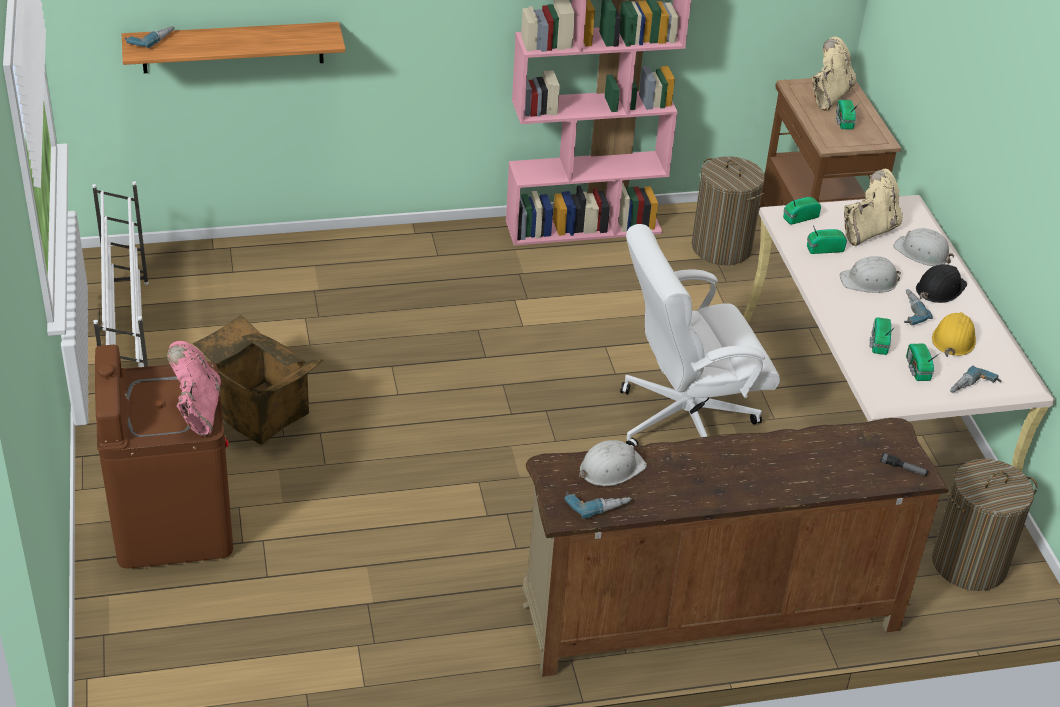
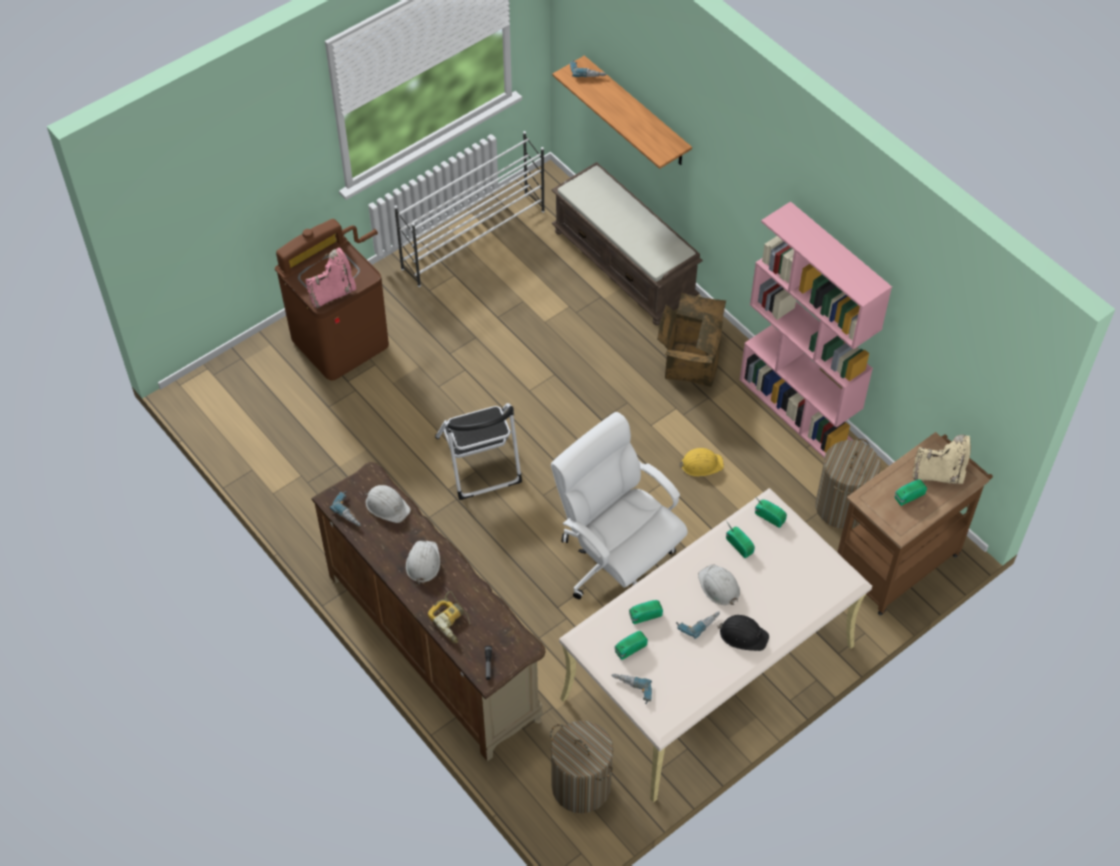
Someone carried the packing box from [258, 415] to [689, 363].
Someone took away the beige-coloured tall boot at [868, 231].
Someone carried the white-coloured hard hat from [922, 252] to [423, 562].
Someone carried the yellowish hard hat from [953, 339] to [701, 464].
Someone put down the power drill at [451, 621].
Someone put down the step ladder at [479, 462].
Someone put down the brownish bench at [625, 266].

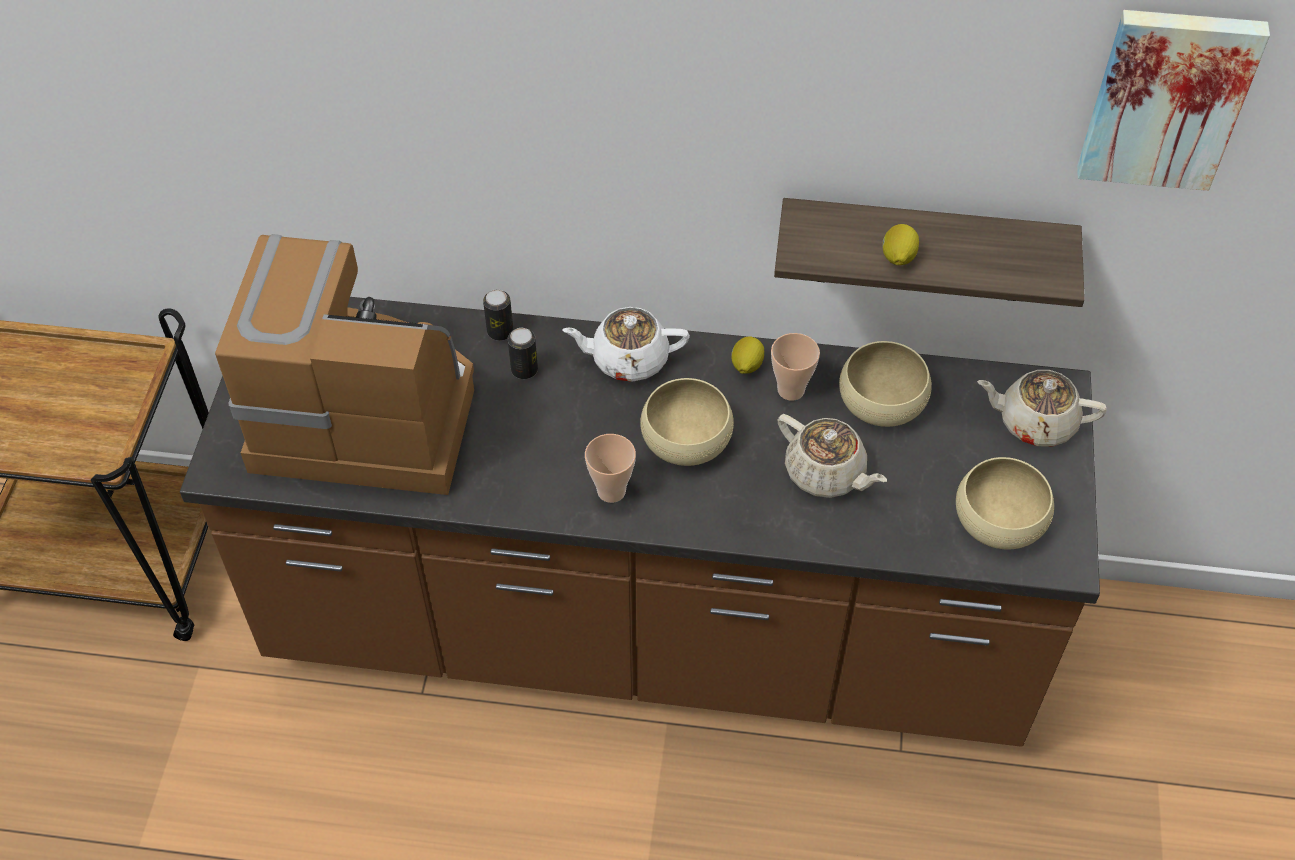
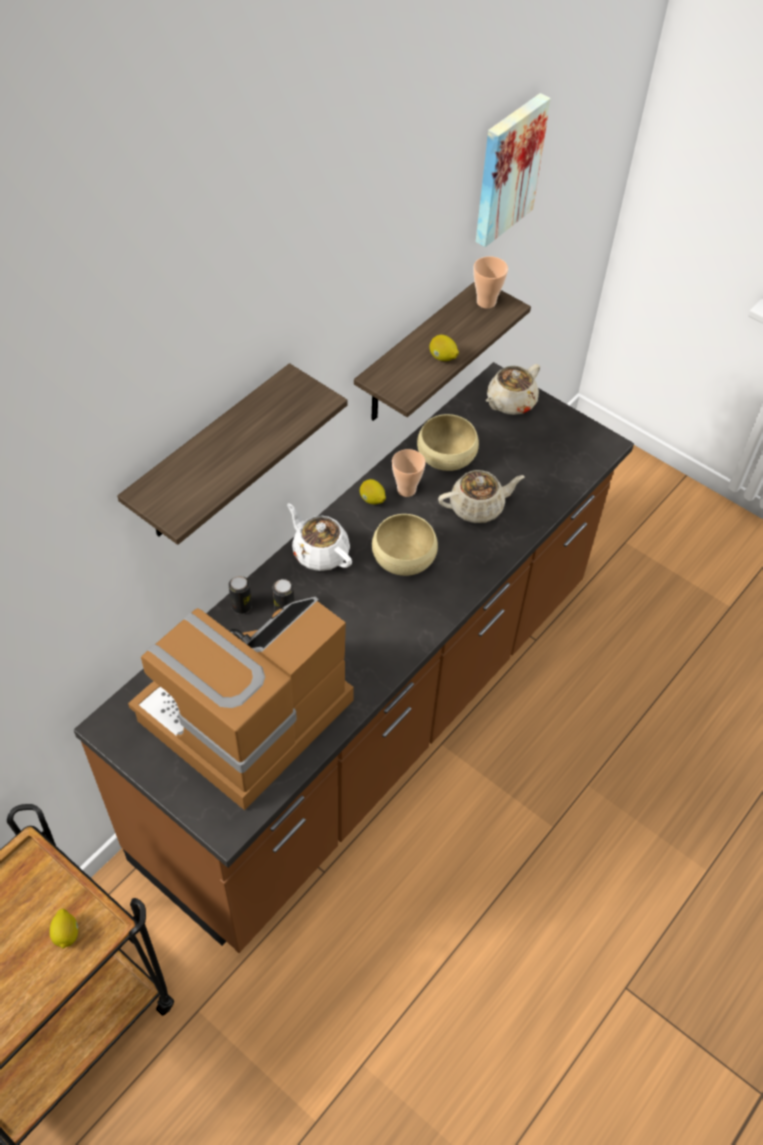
Someone rotated the white-coloured pot for tea at [628, 359] by 105 degrees clockwise.
Someone carried the drinking cup from [611, 491] to [486, 302].
Someone took away the beige-coloured deep dish at [999, 519].
Someone put down the citrus fruit at [66, 934].
Someone put up the shelf at [211, 457].

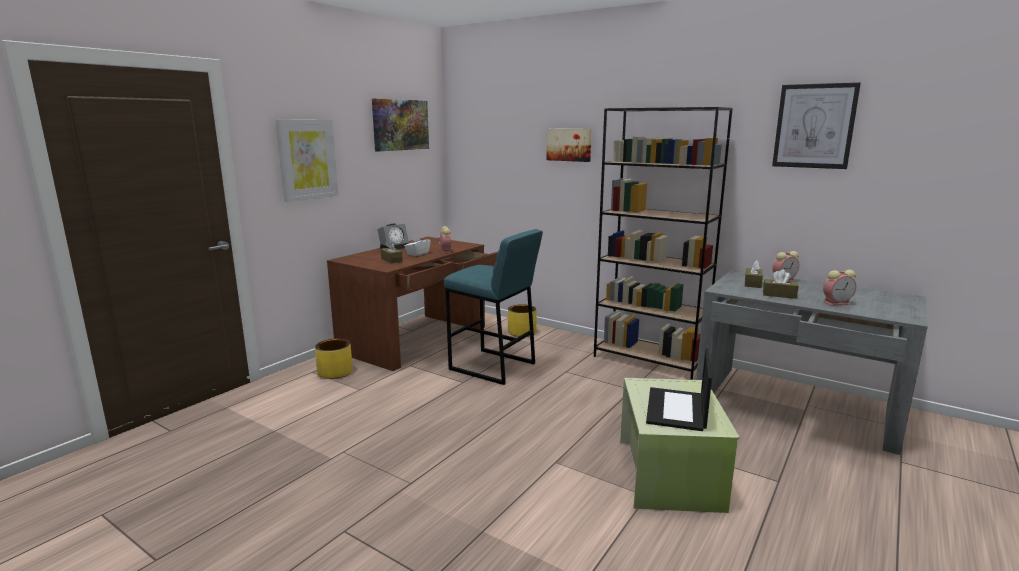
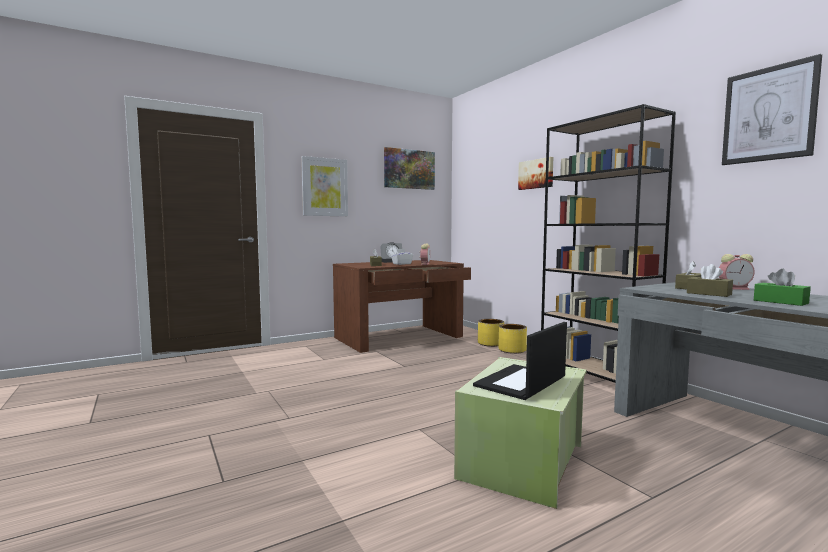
Someone carried the yellowish plant pot from [335, 372] to [512, 350].
Someone took away the turquoise stool seat at [494, 367].
Someone swapped the alarm clock at [837, 303] for the green-coloured tissue box at [780, 302].

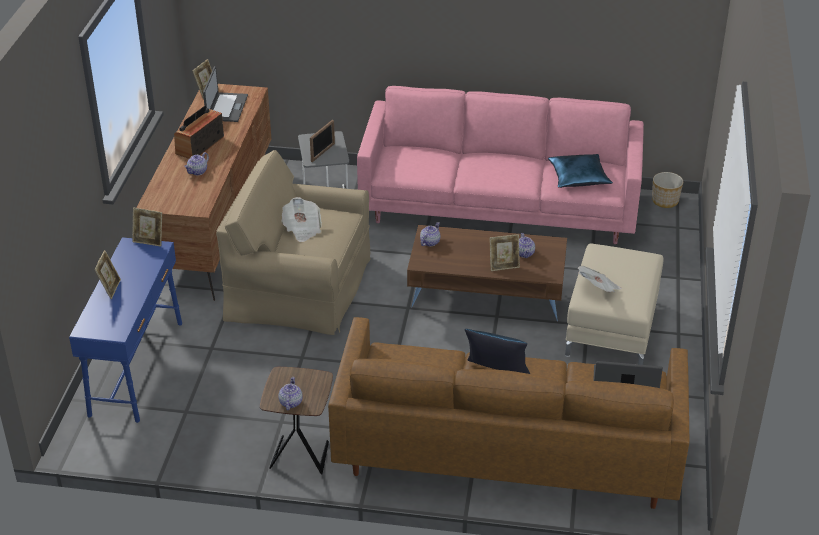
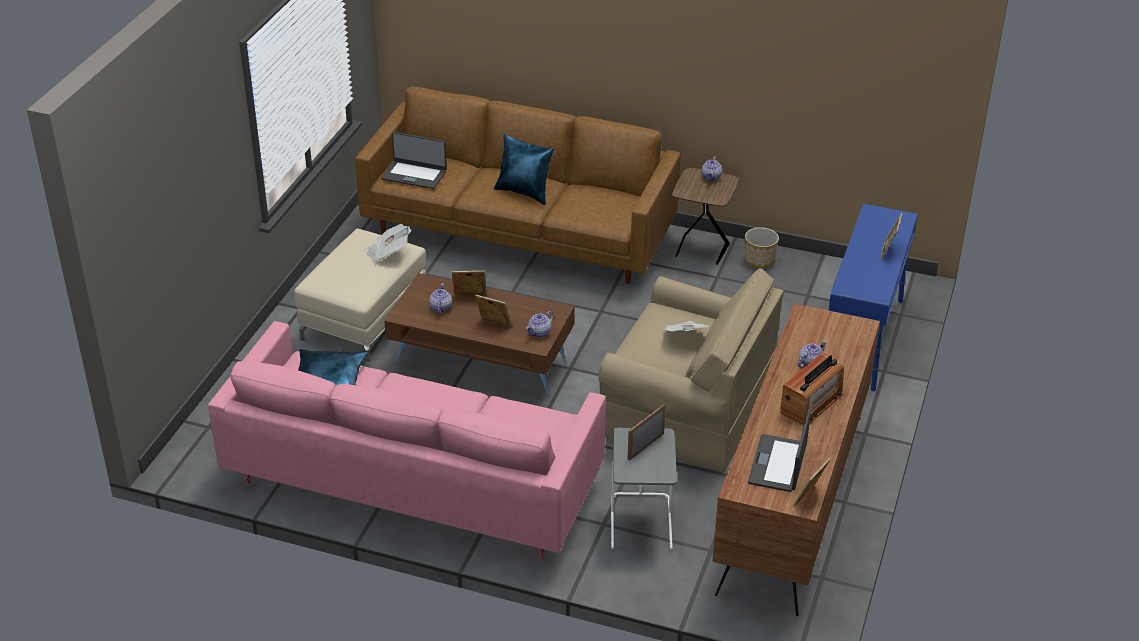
Someone carried the photo frame from [149, 241] to [493, 325].
Someone carried the plant pot from [665, 201] to [759, 260].

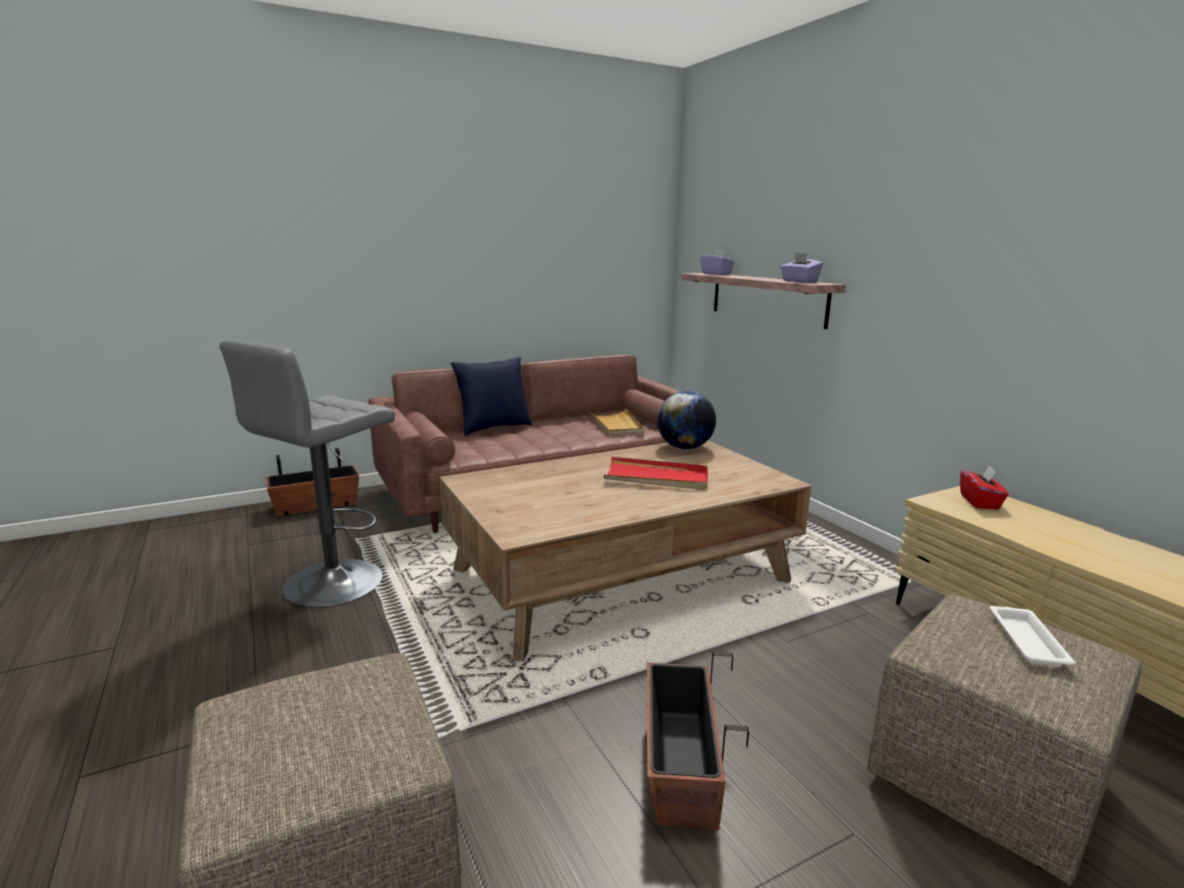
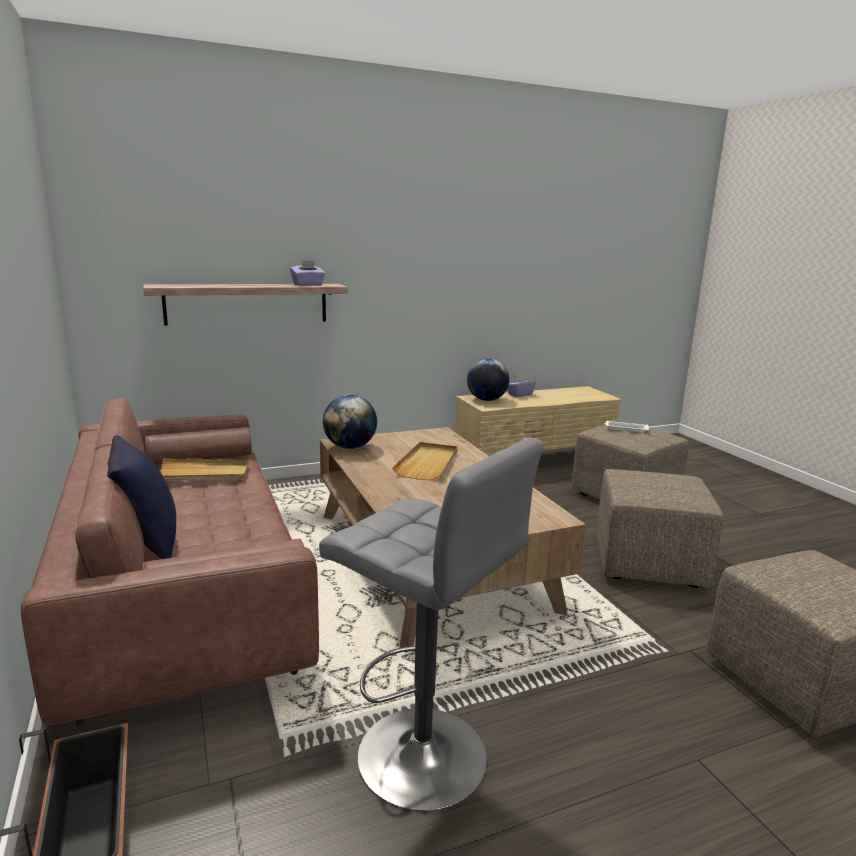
Someone repainted the reddish tray at [657, 478], which became the beige-coloured tray at [428, 464].
Someone swapped the plant pot at [680, 766] for the beige-coloured pouffe at [649, 563].
Someone carried the purplish tissue box from [716, 274] to [520, 394].
Someone swapped the reddish tissue box at [980, 502] for the globe at [486, 400].

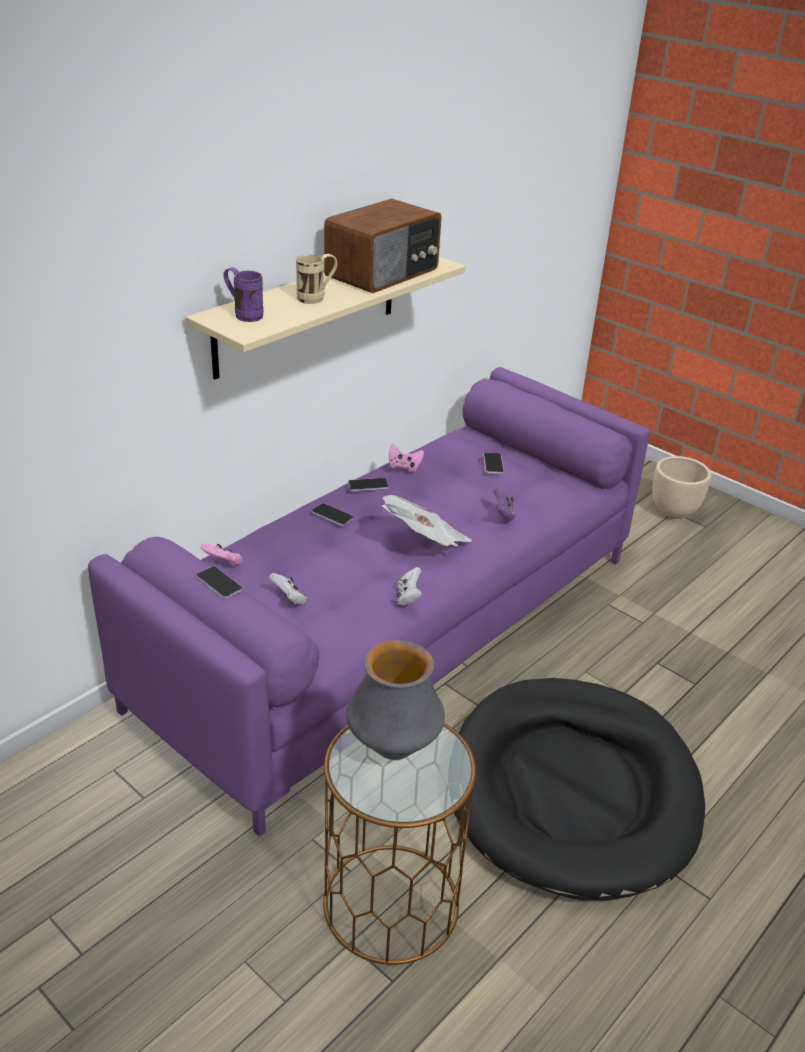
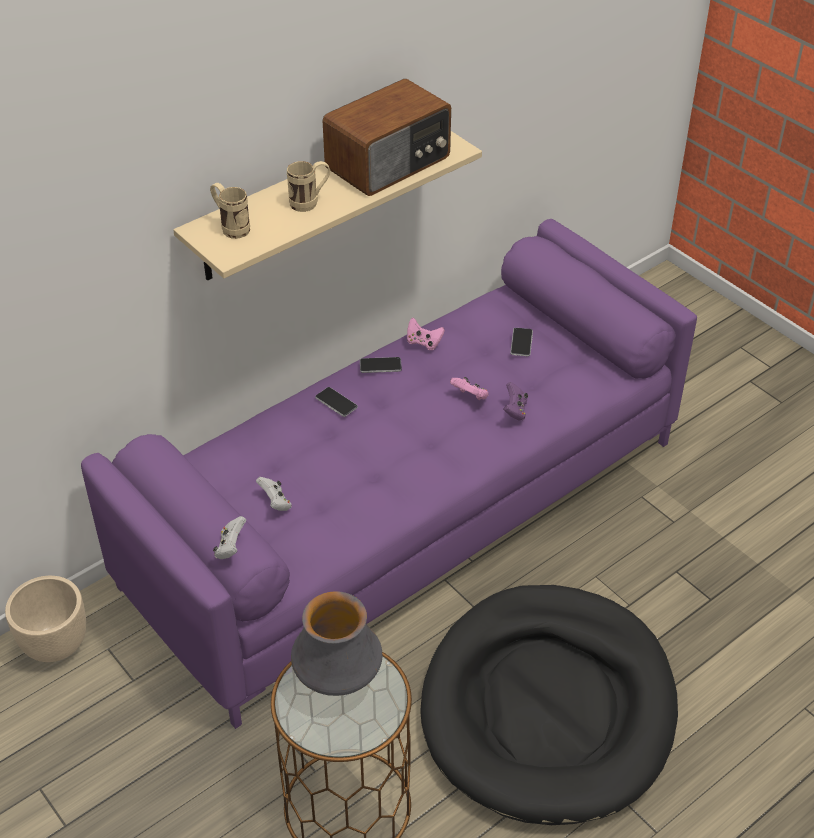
Someone took away the phone at [219, 583].
Someone carried the pink joypad from [224, 563] to [470, 396].
Someone repainted the purplish coffee mug at [244, 314], which became the beige-coloured coffee mug at [231, 227].
Someone took away the printed paper at [425, 542].
Someone carried the white-coloured joypad from [408, 597] to [230, 548].
Someone carried the beige-coloured plant pot from [673, 511] to [56, 645].

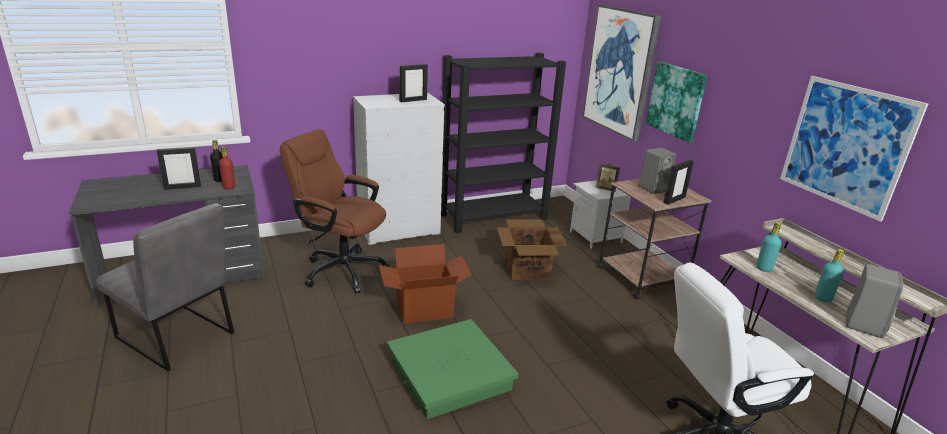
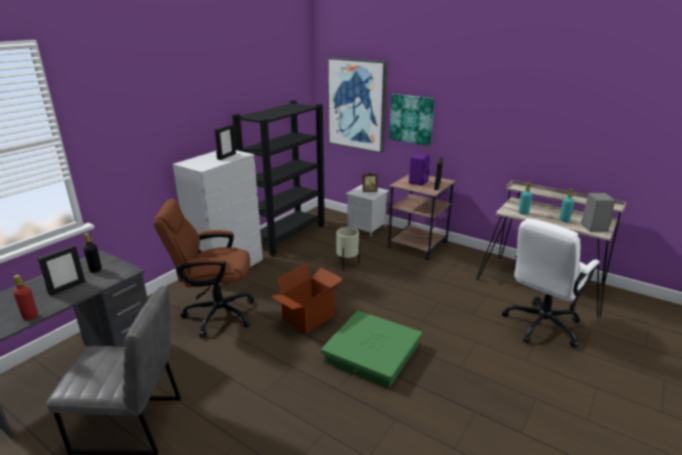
Someone carried the reddish drink bottle from [229, 187] to [30, 316].
Someone swapped the packing box at [527, 269] for the beige-coloured plant pot at [347, 265].
Someone repainted the greyish speaker at [654, 188], which became the purplish speaker at [418, 182].
Someone took away the wall art at [846, 145].

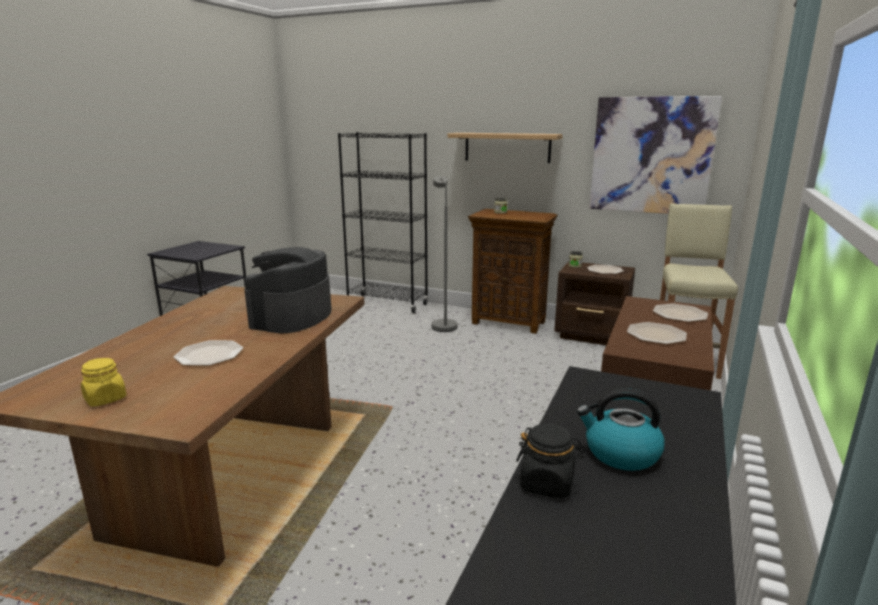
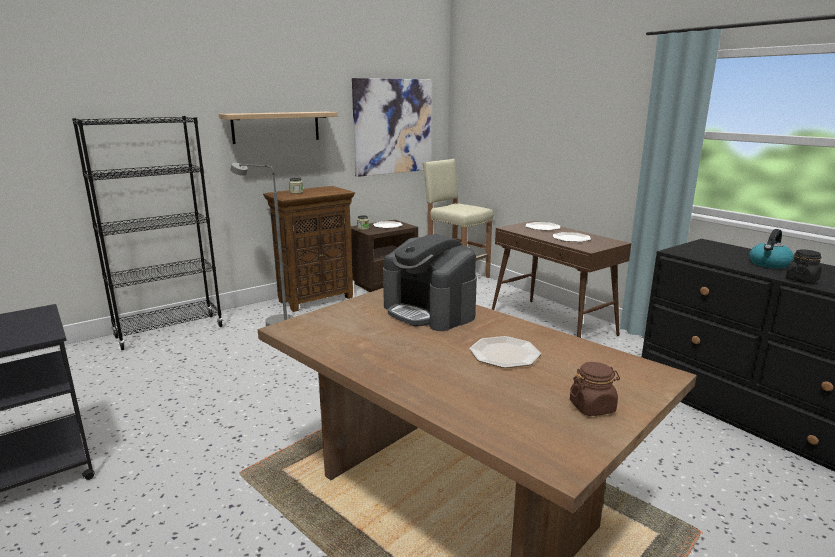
Someone repainted the yellowish jar at [105, 399], which became the brownish jar at [592, 407].

